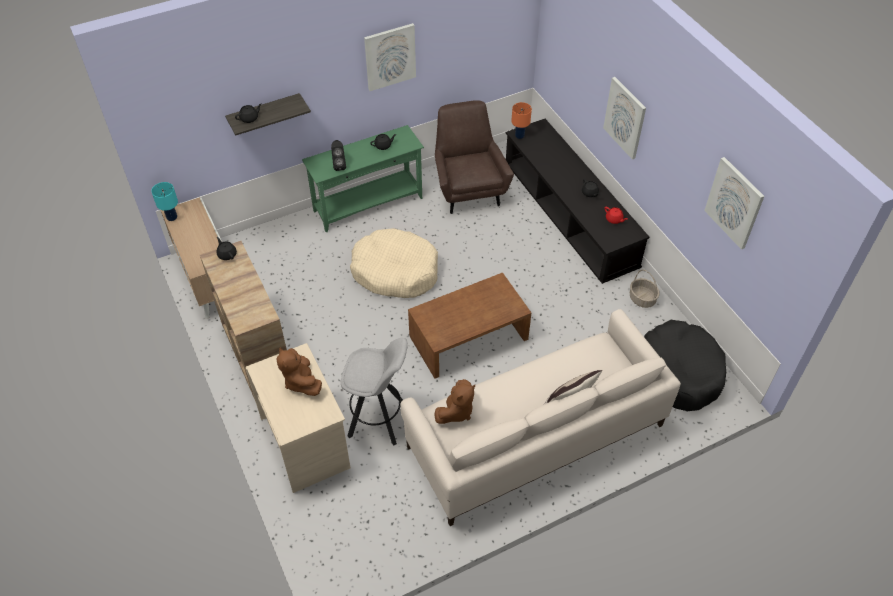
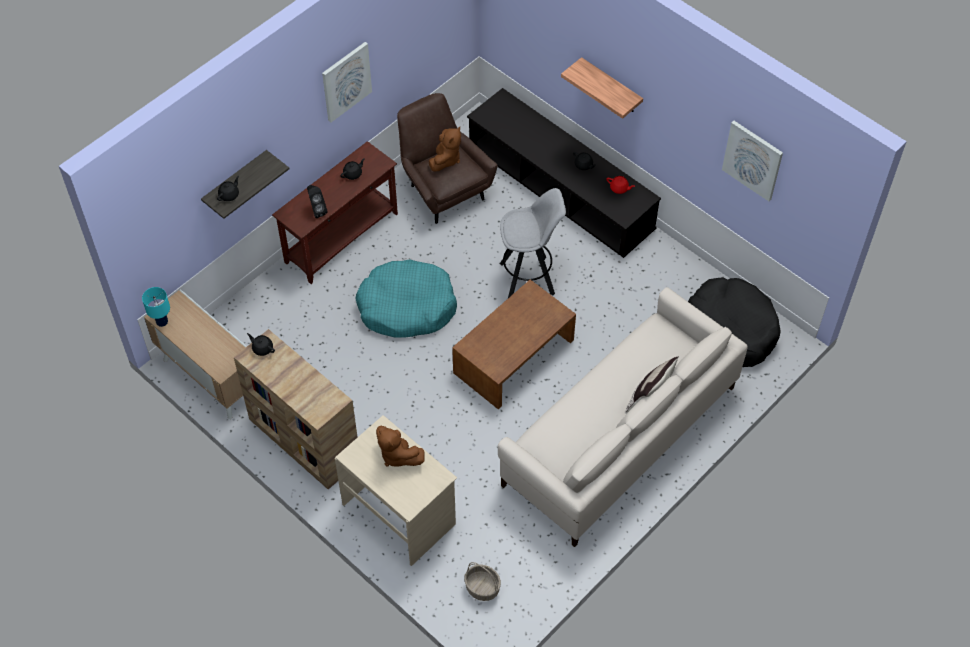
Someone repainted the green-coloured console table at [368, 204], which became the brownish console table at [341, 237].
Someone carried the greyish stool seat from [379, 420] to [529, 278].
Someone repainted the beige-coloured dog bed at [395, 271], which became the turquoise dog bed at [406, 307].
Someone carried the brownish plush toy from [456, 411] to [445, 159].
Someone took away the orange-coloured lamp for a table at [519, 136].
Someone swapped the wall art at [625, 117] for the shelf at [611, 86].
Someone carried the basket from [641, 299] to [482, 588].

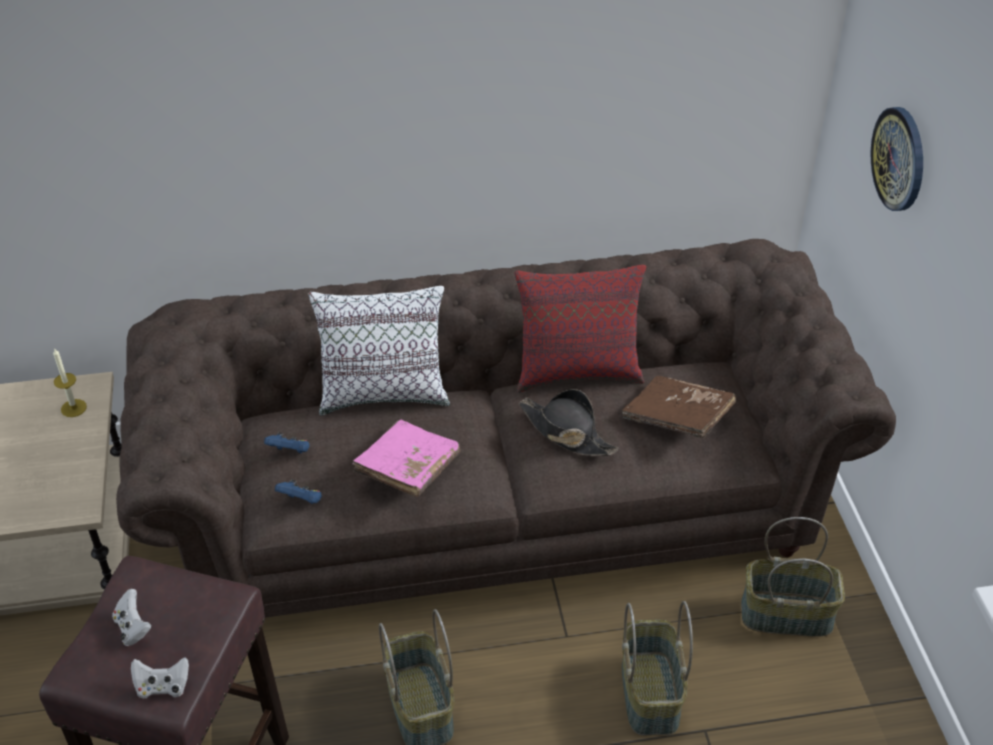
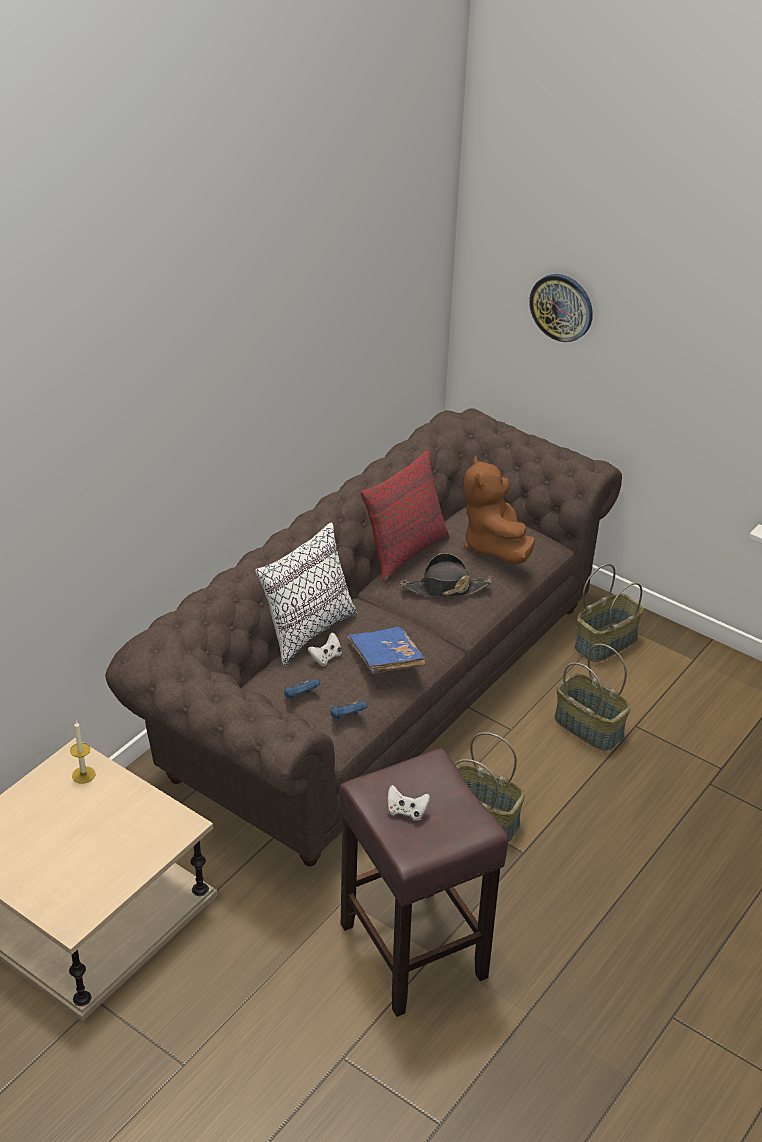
Someone carried the white-coloured joypad from [163, 686] to [326, 657].
Someone repainted the pink bound book at [408, 469], which became the blue-coloured bound book at [385, 661].
Someone swapped the brownish bound book at [677, 419] for the brownish plush toy at [494, 545].

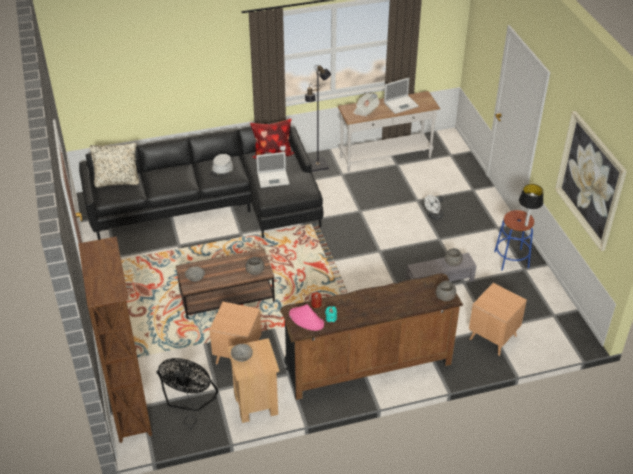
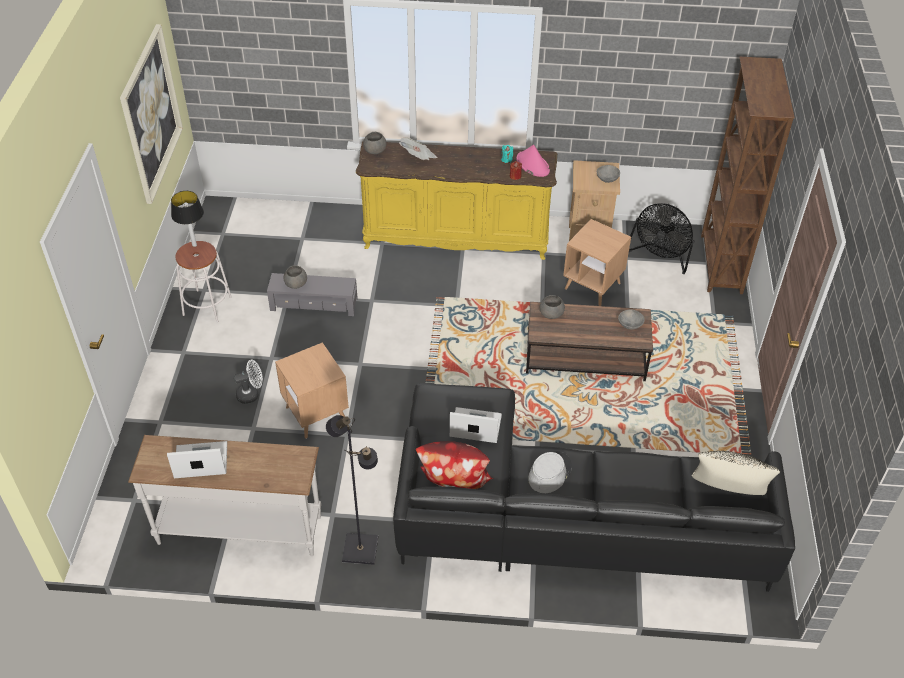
Someone repainted the black-coloured storage cabinet at [367, 365], which became the yellowish storage cabinet at [456, 240].
Someone carried the printed paper from [365, 110] to [418, 157].
Someone carried the brownish side table from [493, 337] to [316, 414].
Someone repainted the blue-coloured stool seat at [511, 259], which became the white-coloured stool seat at [207, 305].

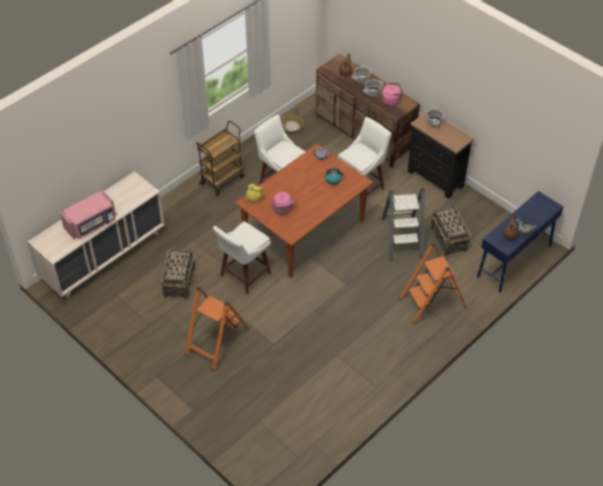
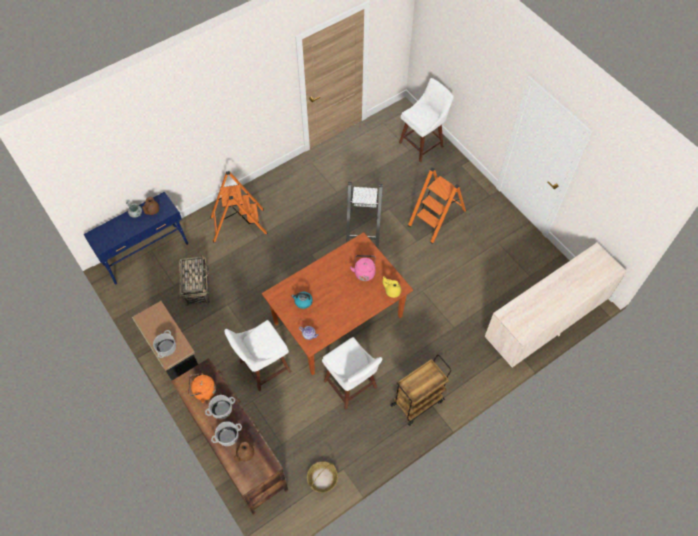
Someone took away the pink kitchen microwave at [91, 224].
Someone took away the basket at [179, 281].
Someone carried the white-coloured stool seat from [243, 275] to [422, 143].
Someone carried the greyish step ladder from [401, 237] to [363, 225].
Someone repainted the pink water kettle at [391, 100], which became the orange-coloured water kettle at [203, 391].

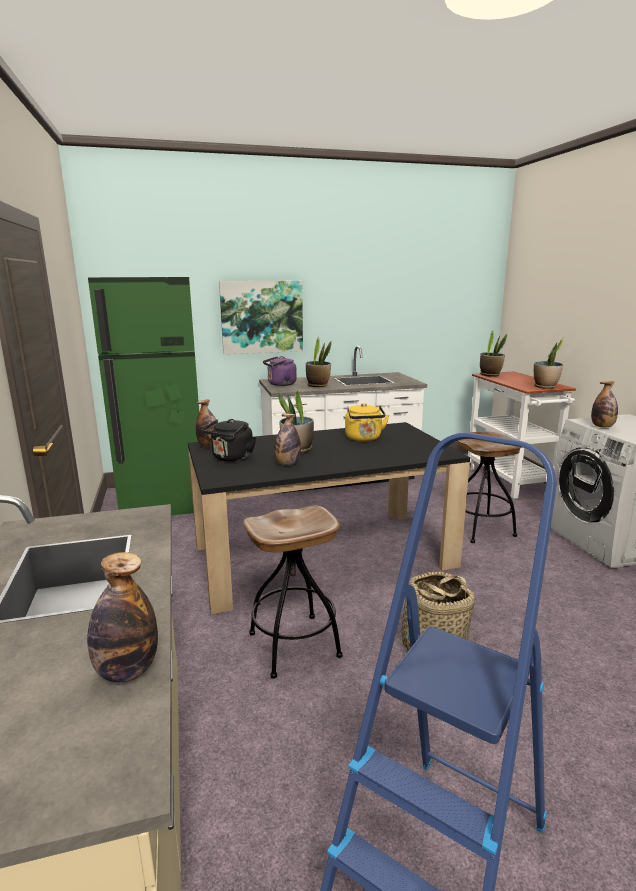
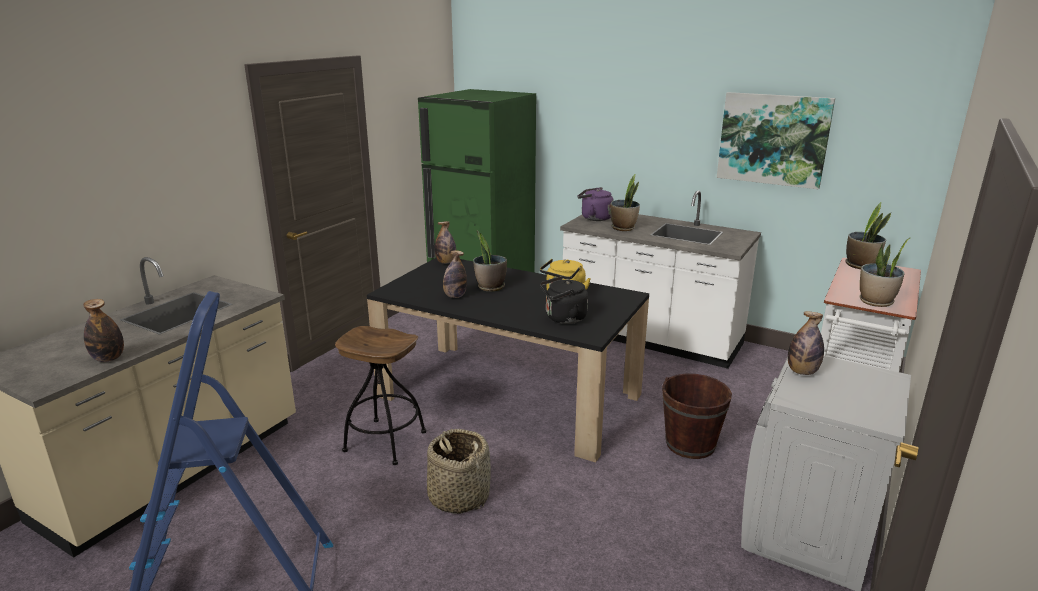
Someone carried the black-coloured water kettle from [231, 458] to [563, 318].
Someone carried the wall art from [262, 317] to [773, 139].
Someone swapped the brownish stool seat at [480, 528] for the brownish water bucket at [690, 444].

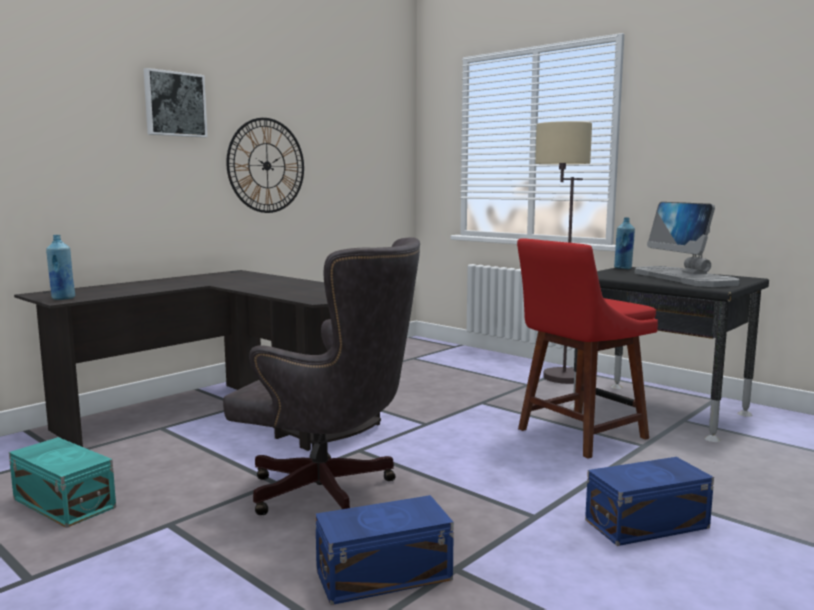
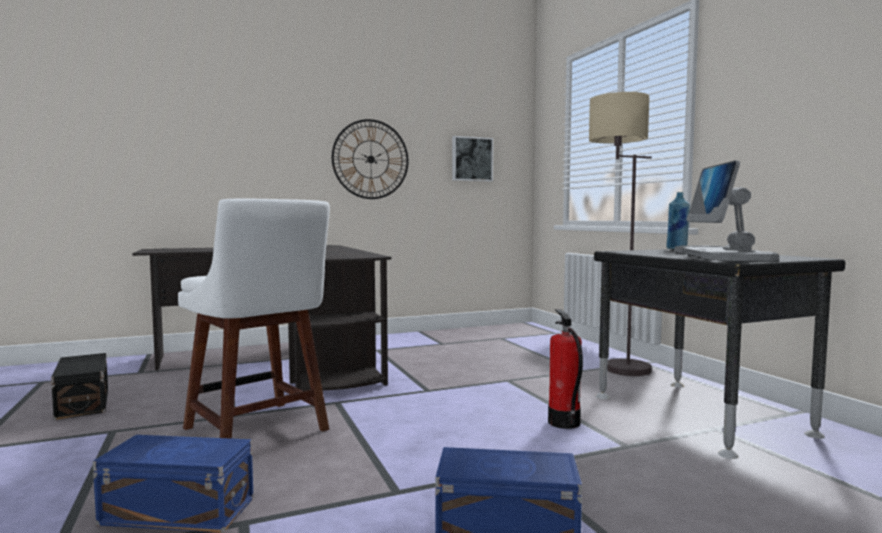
Someone repainted the turquoise storage box at [65, 502], which became the black-coloured storage box at [84, 402].
Someone took away the blue-coloured drink bottle at [63, 298].
Someone carried the wall art from [174, 104] to [471, 159].
Someone swapped the greyish office chair at [330, 492] for the white-coloured stool seat at [258, 431].
Someone swapped the reddish stool seat at [577, 434] for the fire extinguisher at [563, 422].

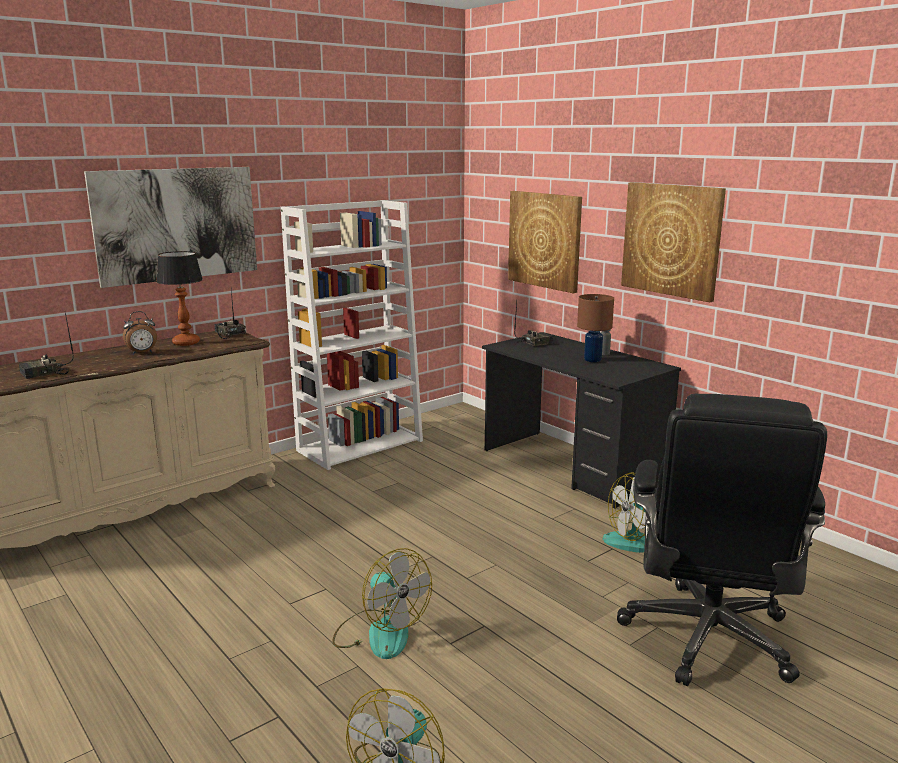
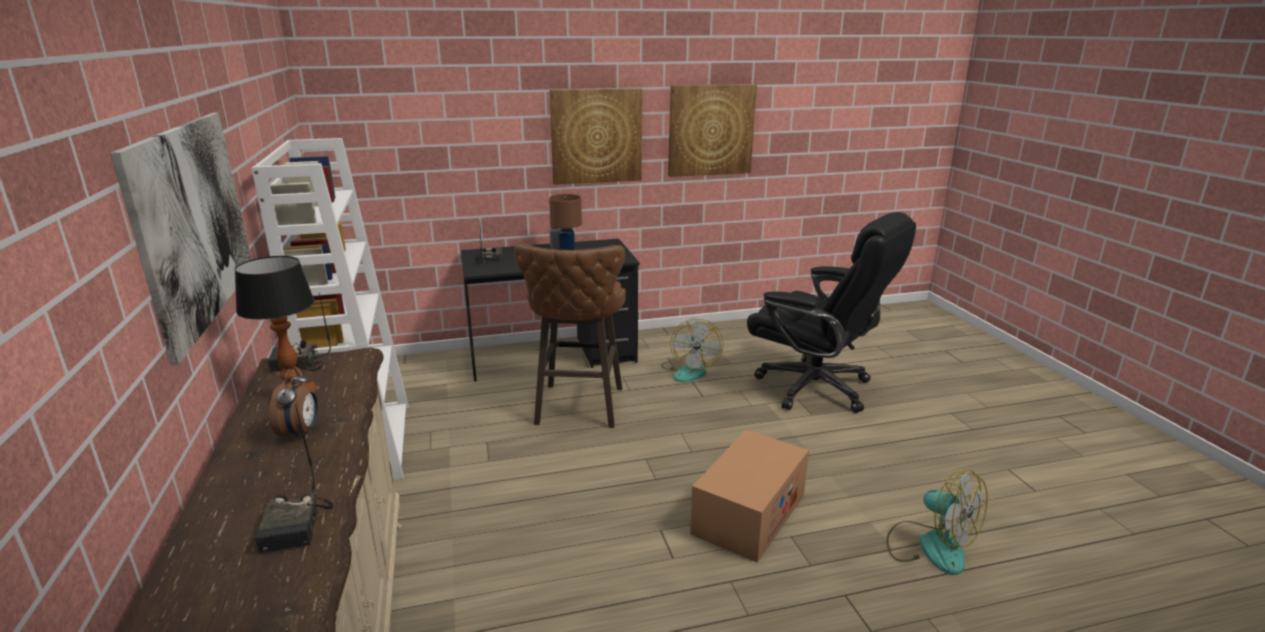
Someone swapped the electric fan at [380, 632] for the packing box at [749, 514].
Someone carried the wall art from [545, 240] to [710, 130].
Someone put down the brownish stool seat at [579, 408].

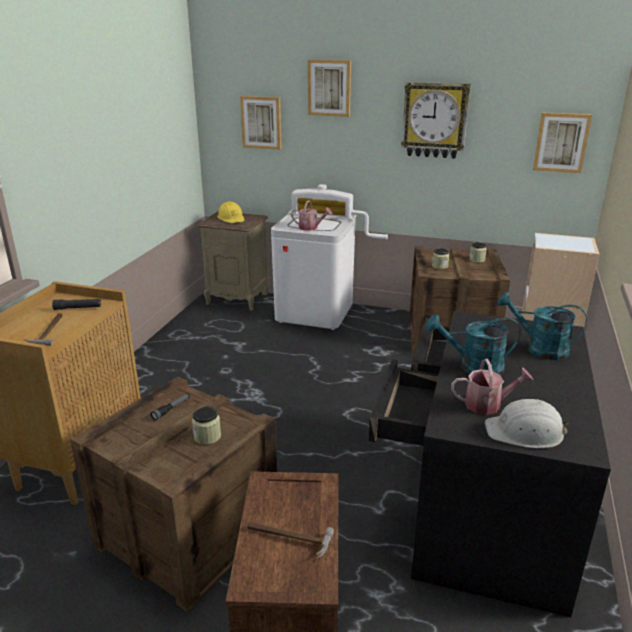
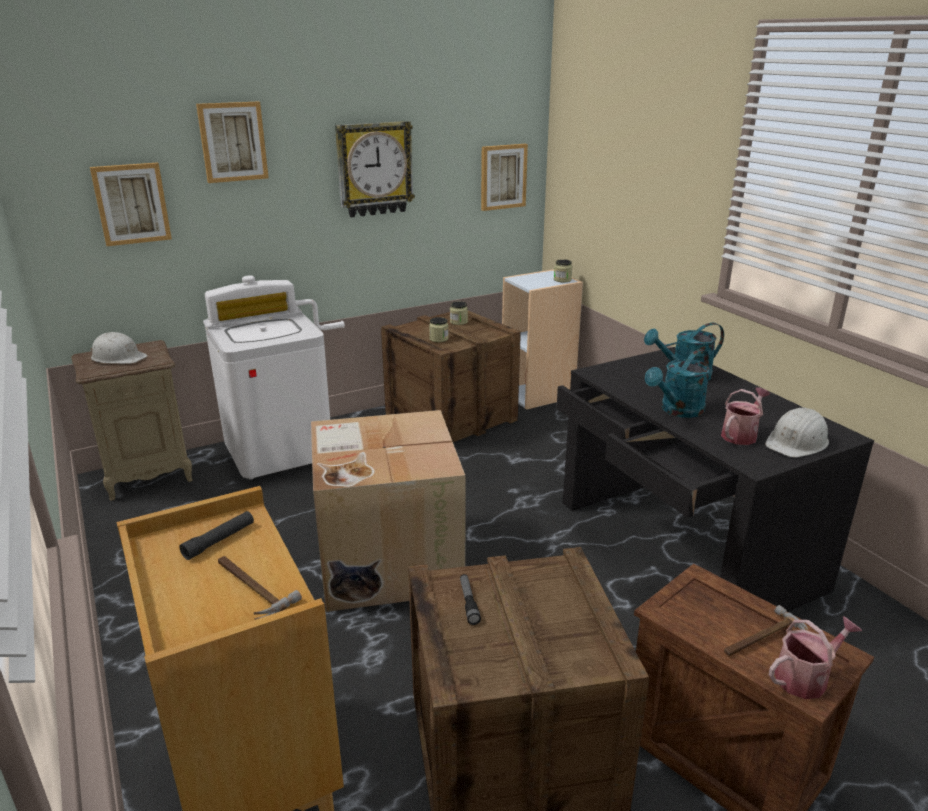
Someone carried the jar from [207, 436] to [562, 280].
Someone repainted the yellowish hard hat at [231, 218], which became the white-coloured hard hat at [118, 357].
Someone carried the watering pot from [311, 228] to [806, 677].
Someone put down the packing box at [387, 558].

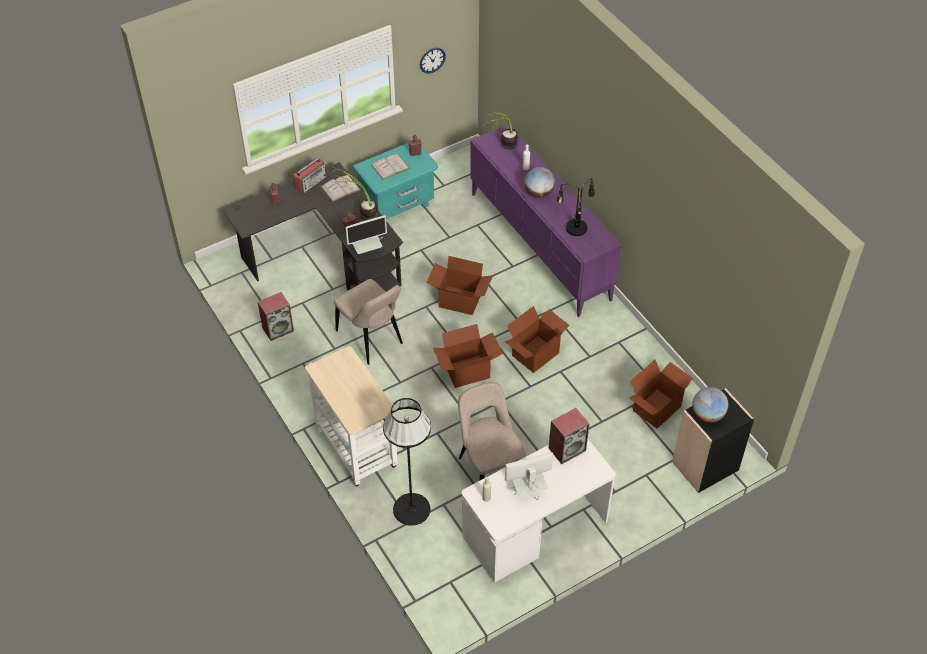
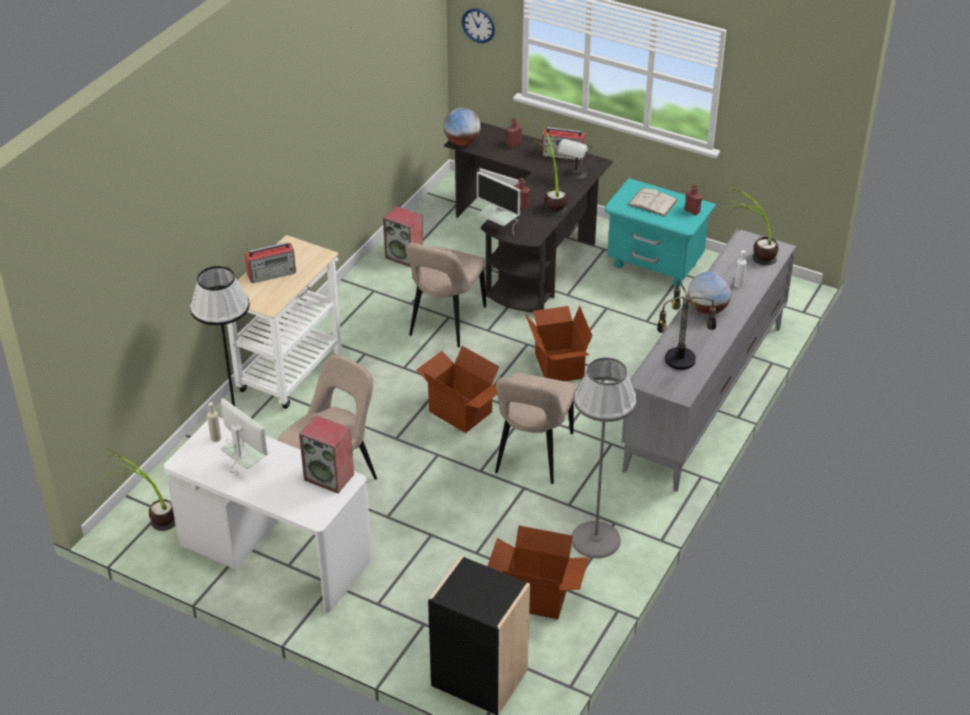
Someone swapped the white-coloured bound book at [340, 188] for the lamp for a table at [574, 176].
Someone carried the hanging clock from [432, 60] to [478, 25].
Someone repainted the purplish storage cabinet at [540, 246], which became the greyish storage cabinet at [705, 397].
Someone swapped the packing box at [535, 353] for the beige-coloured upright chair at [532, 456].
Someone carried the globe from [707, 414] to [462, 142].
Someone put down the houseplant at [149, 518].
Someone put down the radio receiver at [272, 273].
Someone put down the greyish floor lamp at [595, 539].

